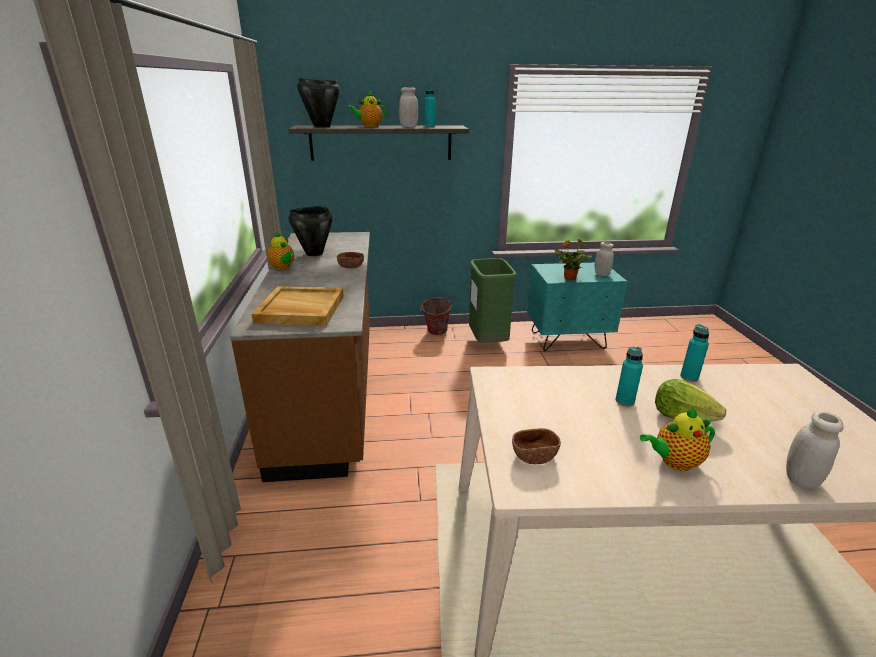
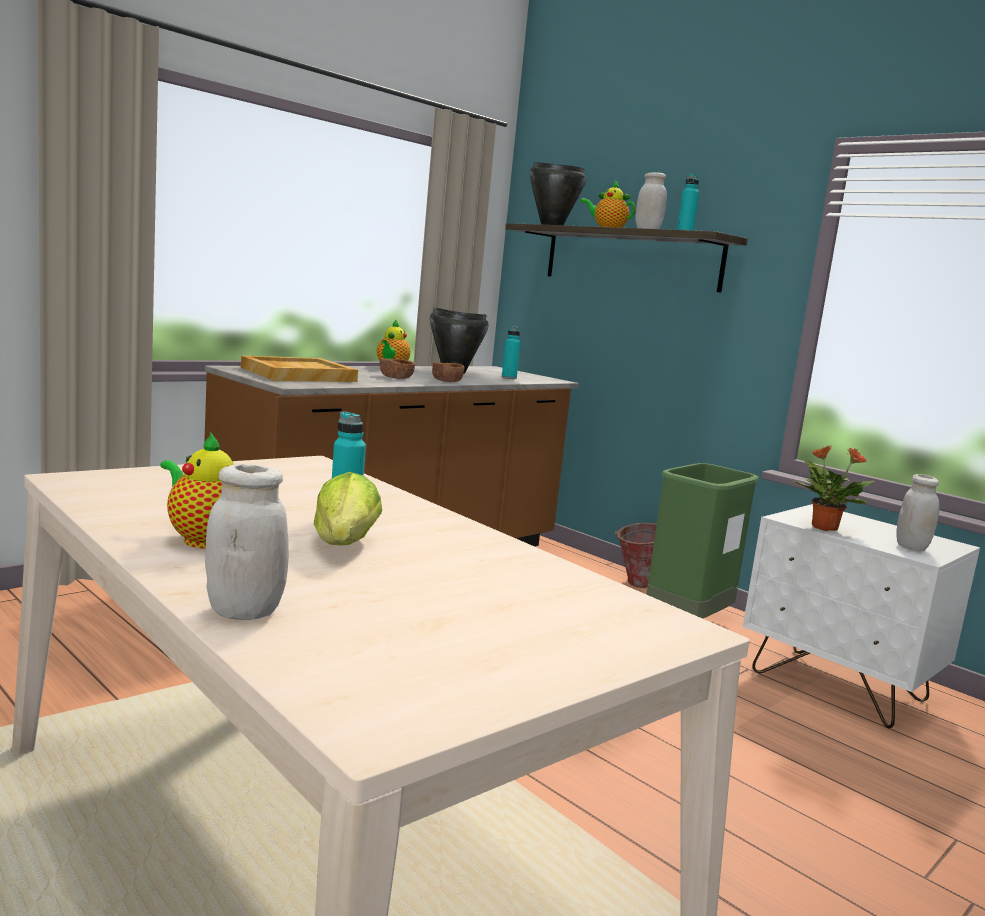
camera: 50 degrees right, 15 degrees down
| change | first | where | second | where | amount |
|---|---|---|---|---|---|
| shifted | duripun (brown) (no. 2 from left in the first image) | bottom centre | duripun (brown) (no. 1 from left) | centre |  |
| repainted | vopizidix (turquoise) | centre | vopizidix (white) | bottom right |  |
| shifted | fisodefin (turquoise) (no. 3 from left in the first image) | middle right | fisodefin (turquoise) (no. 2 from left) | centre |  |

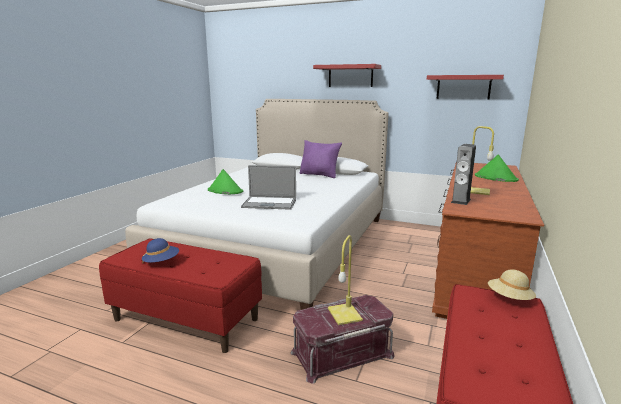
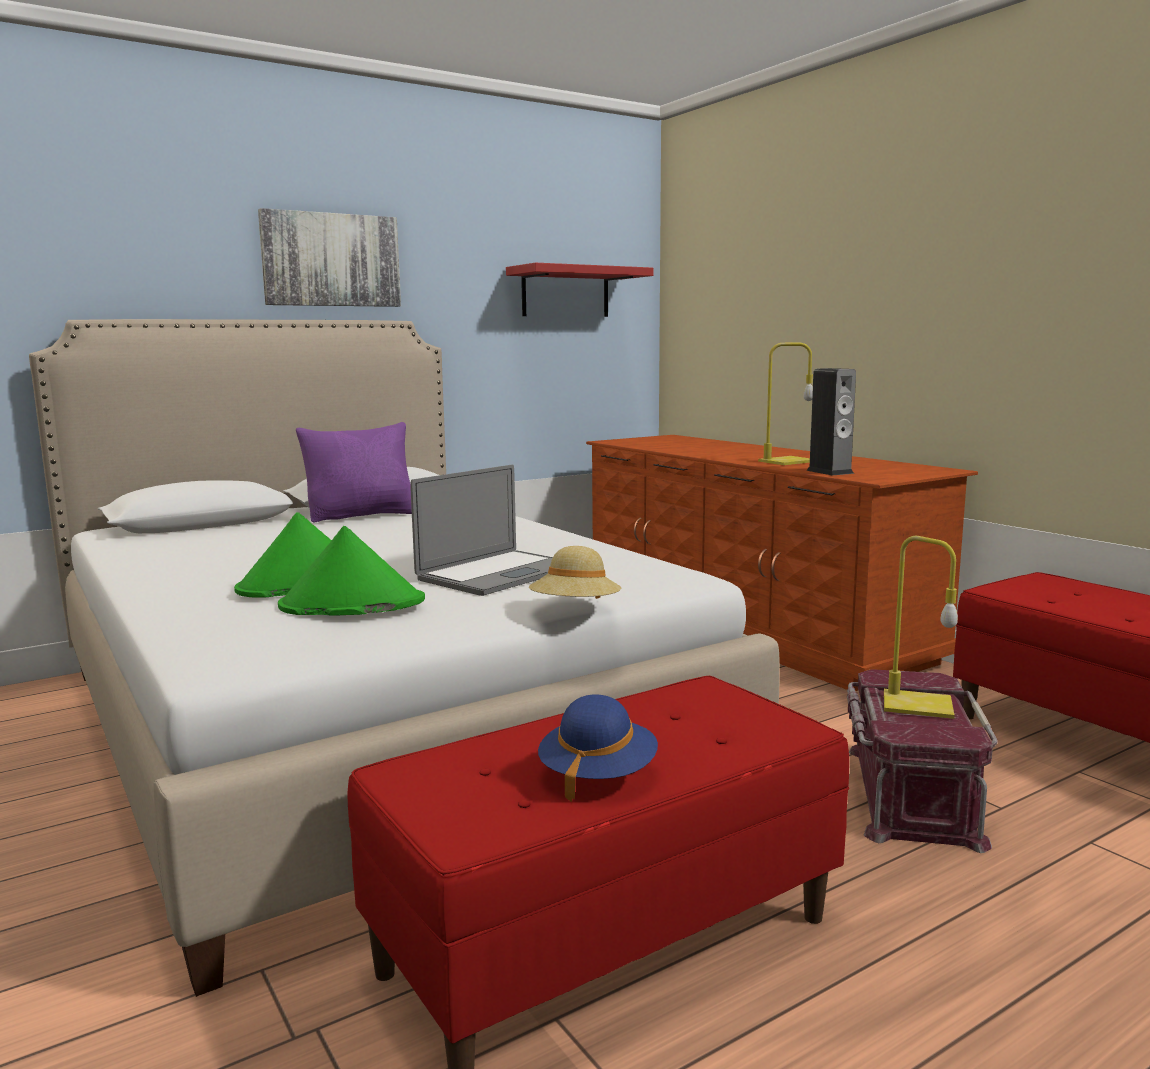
camera: 55 degrees left, 5 degrees down
| change | first | where | second | where | amount |
|---|---|---|---|---|---|
| swapped | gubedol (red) (no. 1 from left) | top centre | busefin | top left |  |
| shifted | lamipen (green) (no. 2 from left) | middle right |  | middle left |  |
| shifted | lamipen (beige) | bottom right |  | centre |  |

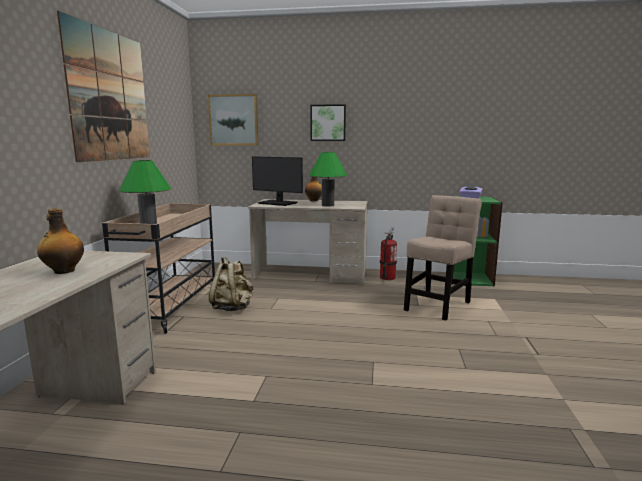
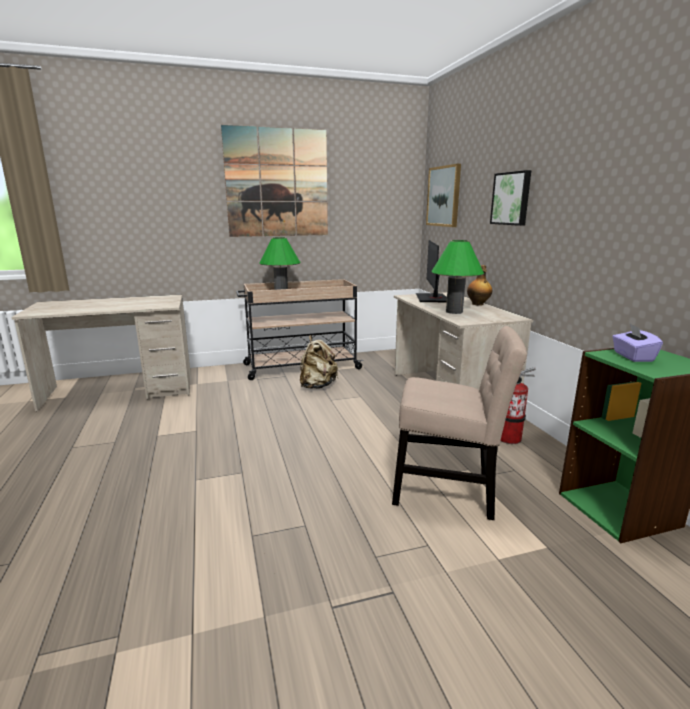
camera: 65 degrees right, 5 degrees up
| change | first | where | second | where | amount |
|---|---|---|---|---|---|
| gone | fisodefin (no. 1 from left) | middle left |  |  |  |

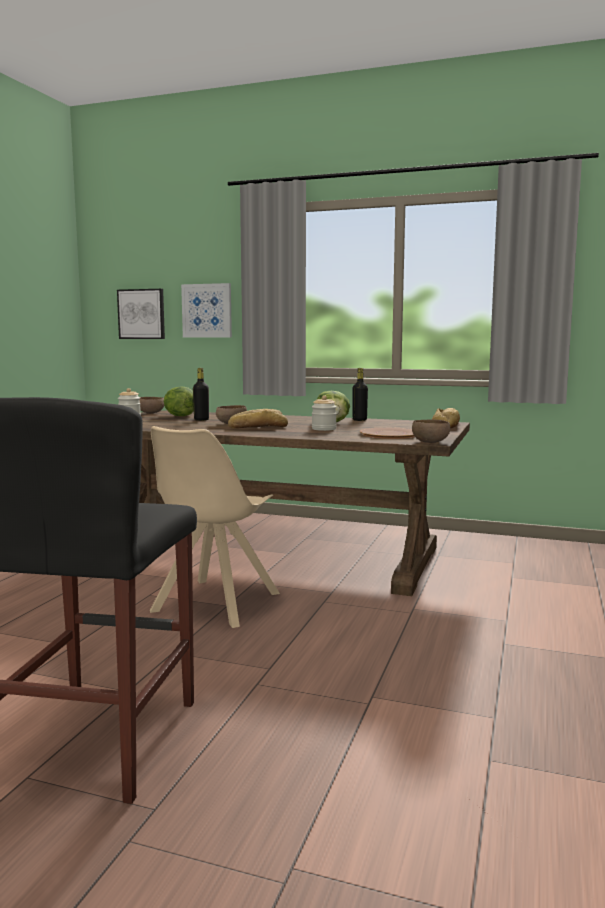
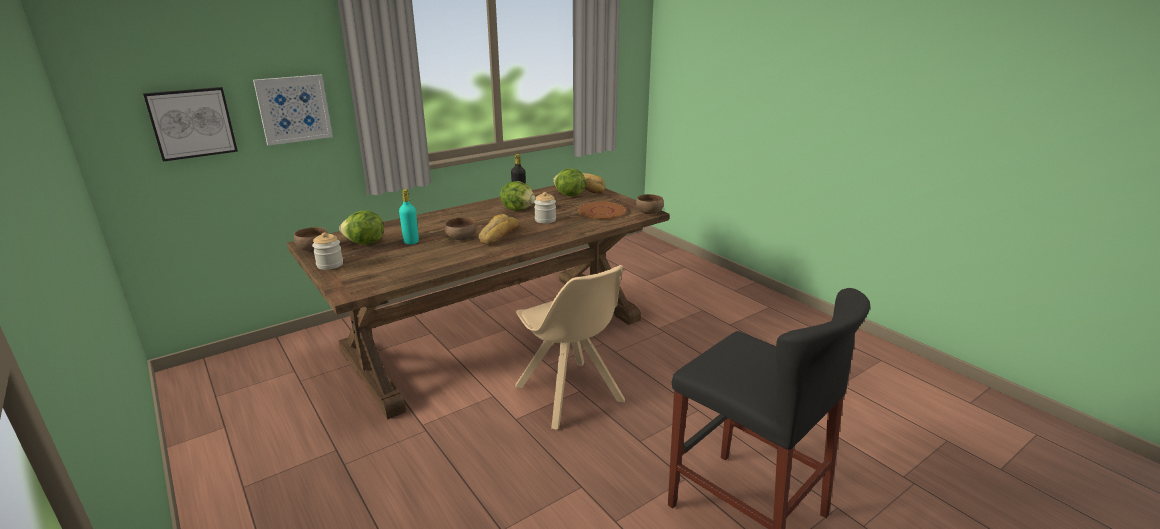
camera: 55 degrees left, 15 degrees up
| change | first | where | second | where | amount |
|---|---|---|---|---|---|
| repainted | fisodefin (black) (no. 1 from left) | middle left | fisodefin (turquoise) | centre |  |
| new |  |  | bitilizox (no. 3 from left) | centre |  |

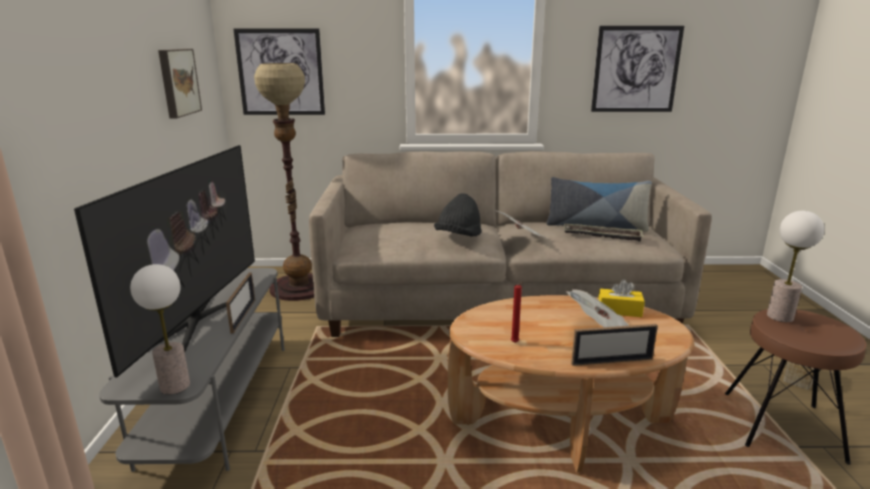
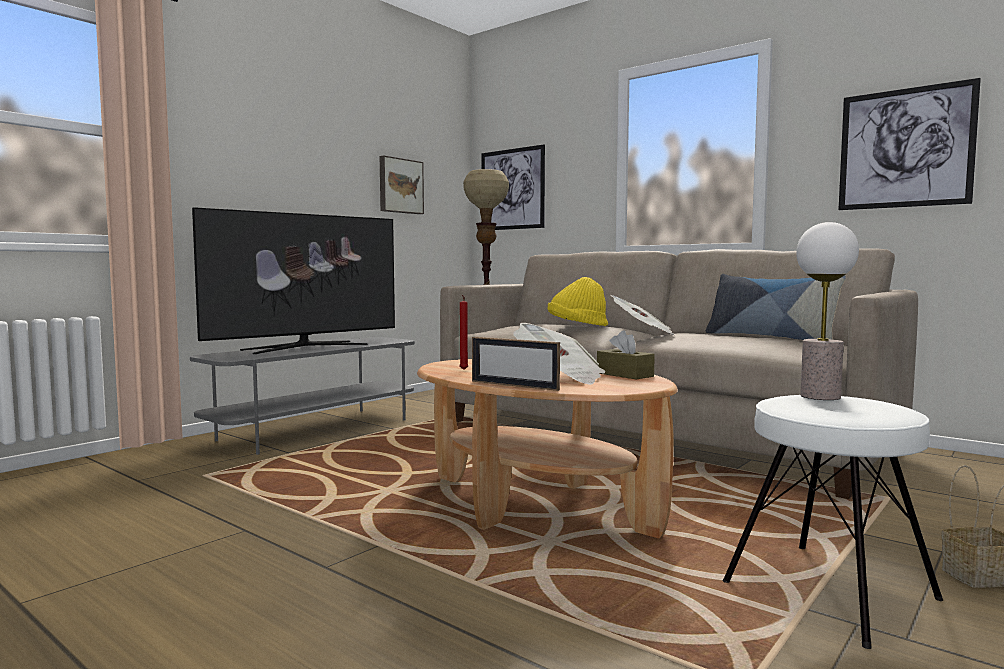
camera: 40 degrees right, 15 degrees down
| change | first | where | second | where | amount |
|---|---|---|---|---|---|
| gone | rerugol (no. 1 from left) | bottom left |  |  |  |
| gone | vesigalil (no. 1 from left) | middle left |  |  |  |
| repainted | lamipen (black) | centre | lamipen (yellow) | centre |  |
| gone | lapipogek | middle right |  |  |  |
| repainted | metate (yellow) | middle right | metate (brown) | centre |  |
| repainted | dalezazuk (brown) | bottom right | dalezazuk (white) | bottom right |  |

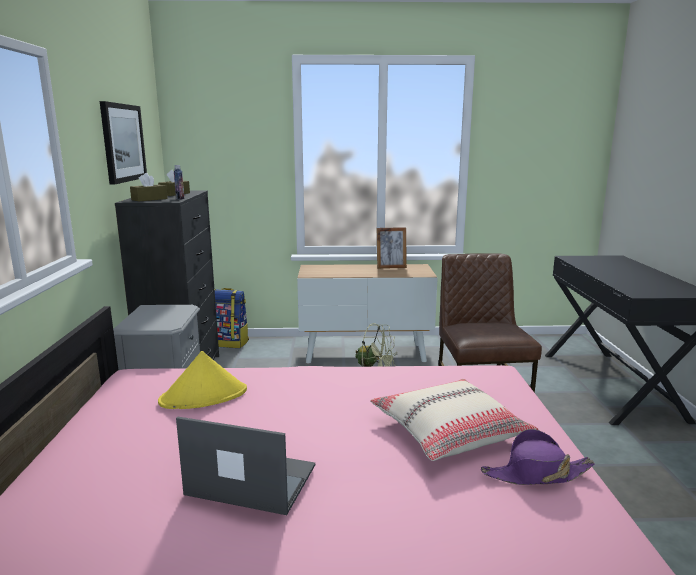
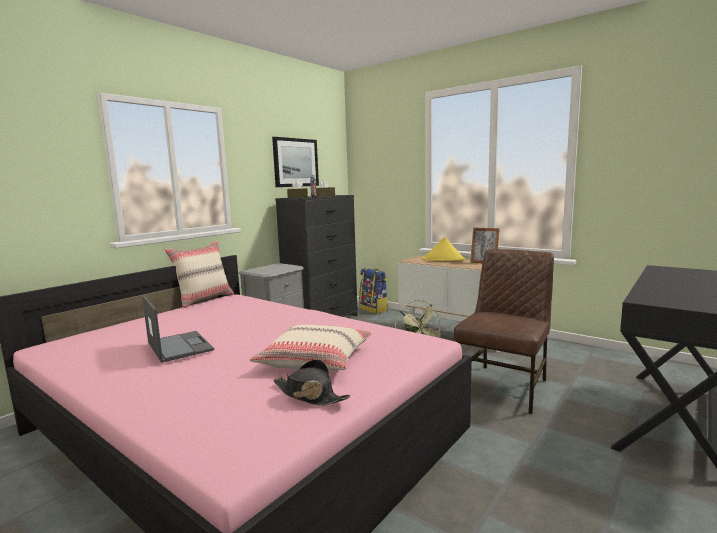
camera: 40 degrees right, 5 degrees down
| change | first | where | second | where | amount |
|---|---|---|---|---|---|
| shifted | lamipen (yellow) | middle left |  | centre |  |
| repainted | lamipen (purple) | bottom right | lamipen (black) | bottom centre |  |
| new |  |  | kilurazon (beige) (no. 1 from left) | middle left |  |

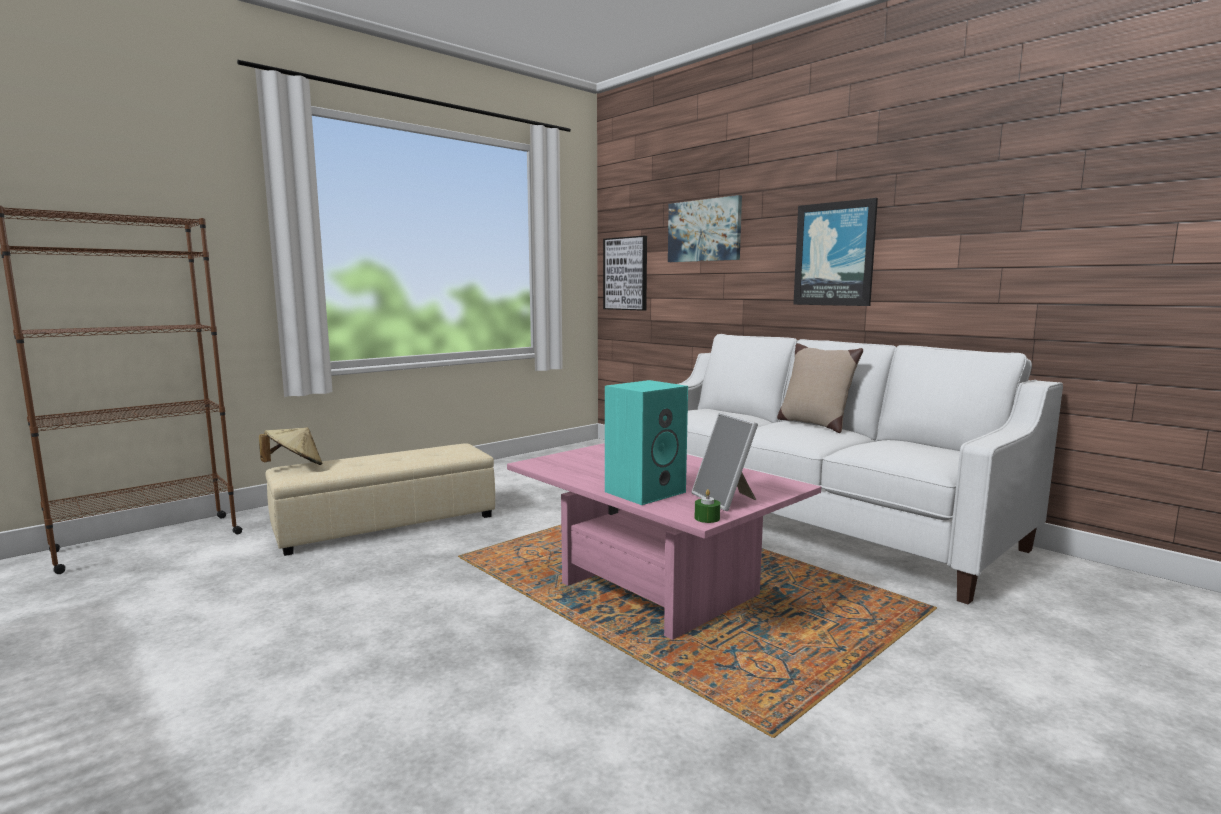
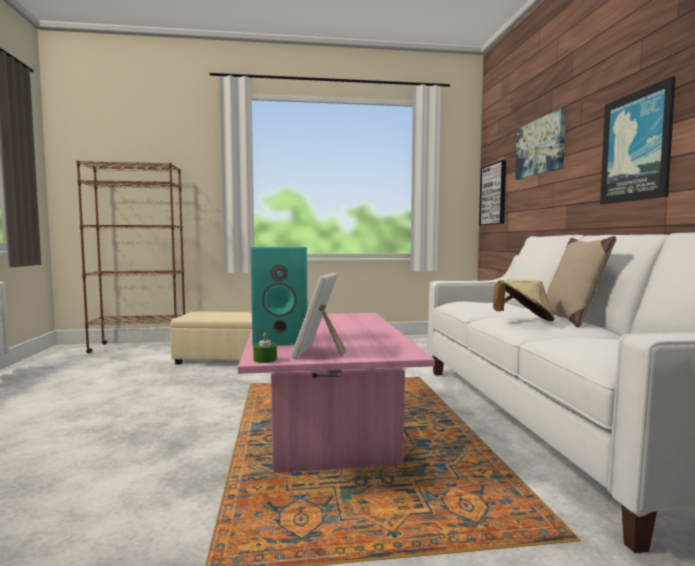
camera: 35 degrees right, 5 degrees down
| change | first | where | second | where | amount |
|---|---|---|---|---|---|
| shifted | lamipen (beige) | middle left |  | middle right |  |

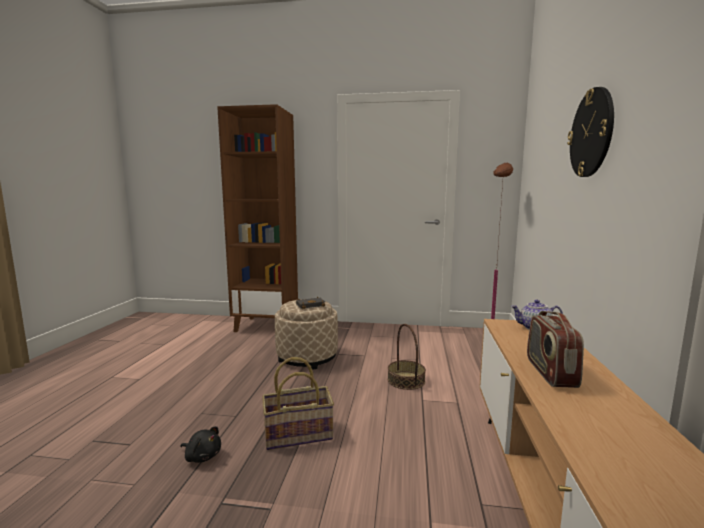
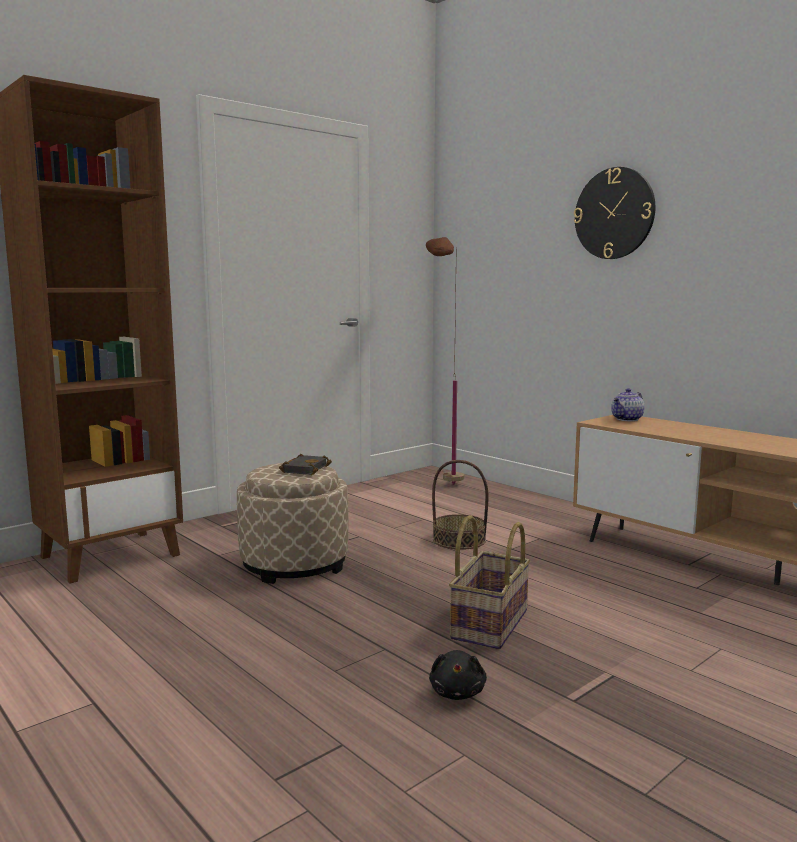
camera: 50 degrees left, 0 degrees up
| change | first | where | second | where | amount |
|---|---|---|---|---|---|
| rotated | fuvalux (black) | bottom left |  | bottom centre | 120 degrees clockwise |
| gone | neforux | middle right |  |  |  |

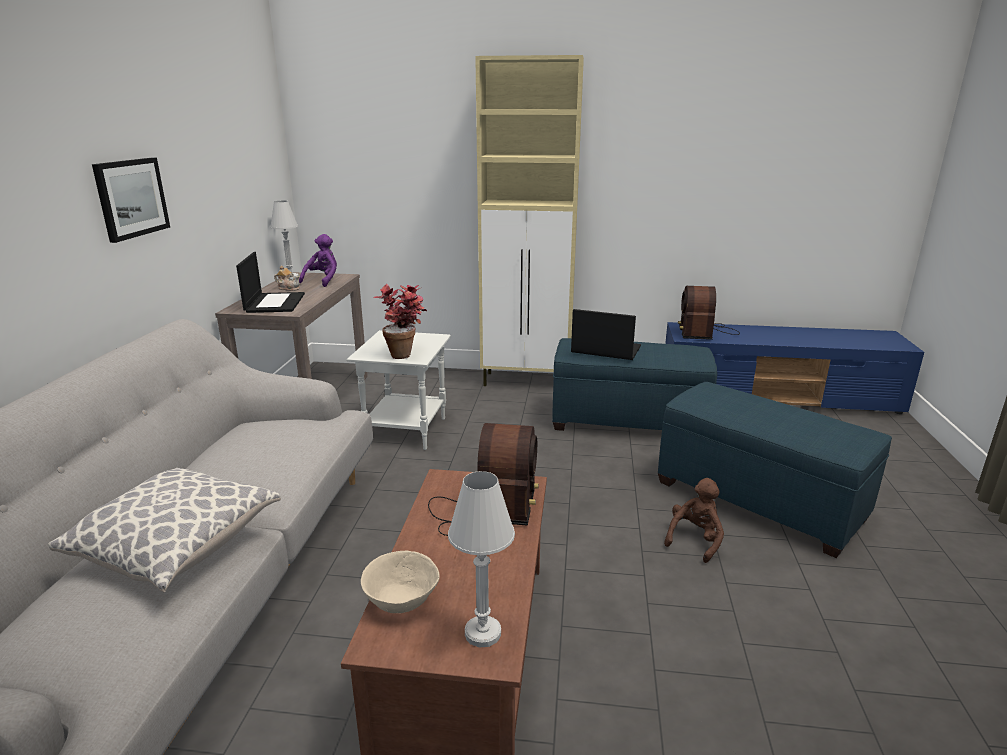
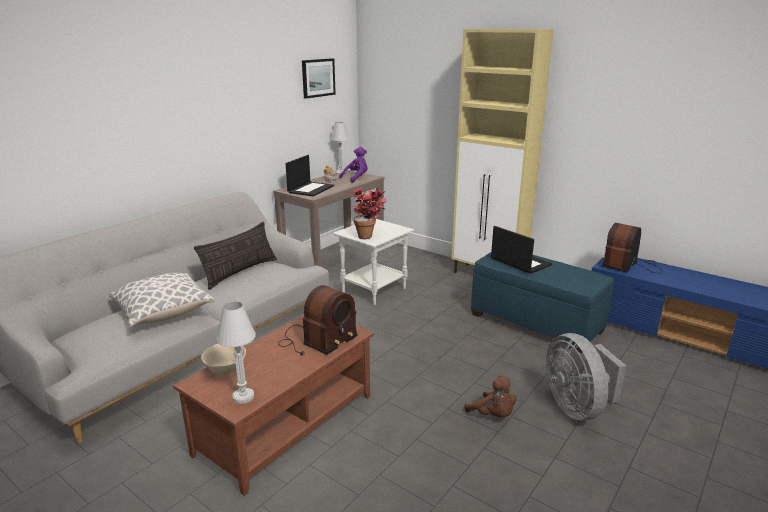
camera: 30 degrees right, 0 degrees up
| change | first | where | second | where | amount |
|---|---|---|---|---|---|
| shifted | busefin | top left |  | top centre |  |
| swapped | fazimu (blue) (no. 2 from left) | middle right | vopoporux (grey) | bottom right |  |
| rotated | fuvalux (brown) | bottom right |  | bottom centre | 75 degrees clockwise |
| new |  |  | kilurazon (no. 2 from left) | middle left |  |

